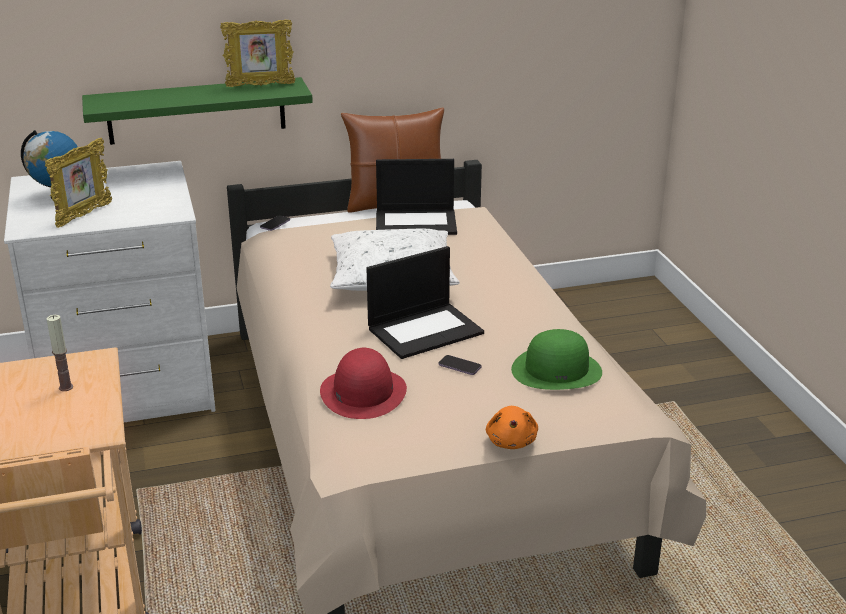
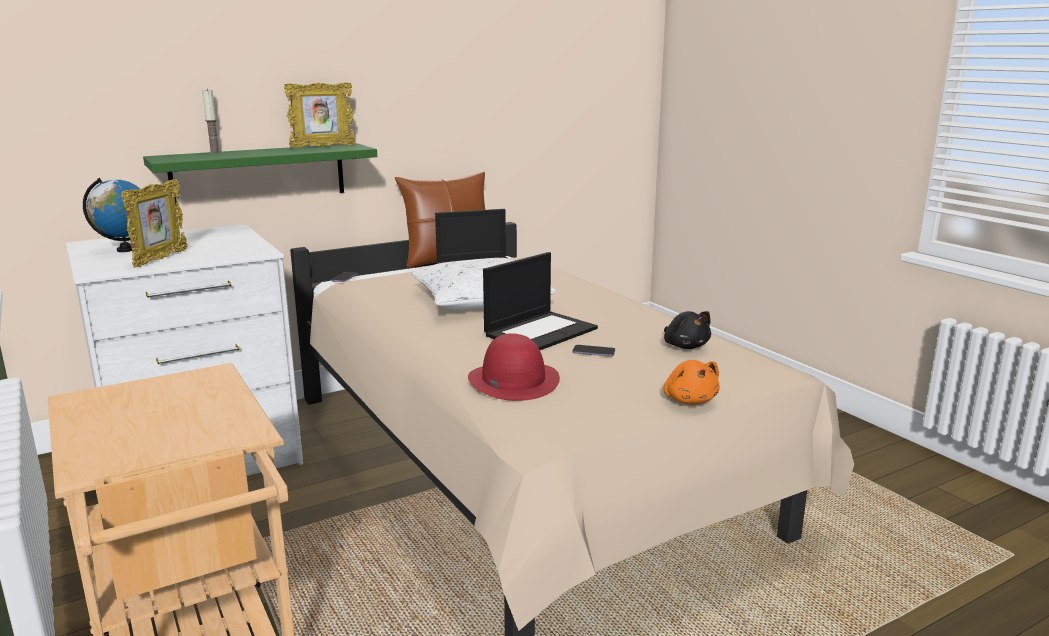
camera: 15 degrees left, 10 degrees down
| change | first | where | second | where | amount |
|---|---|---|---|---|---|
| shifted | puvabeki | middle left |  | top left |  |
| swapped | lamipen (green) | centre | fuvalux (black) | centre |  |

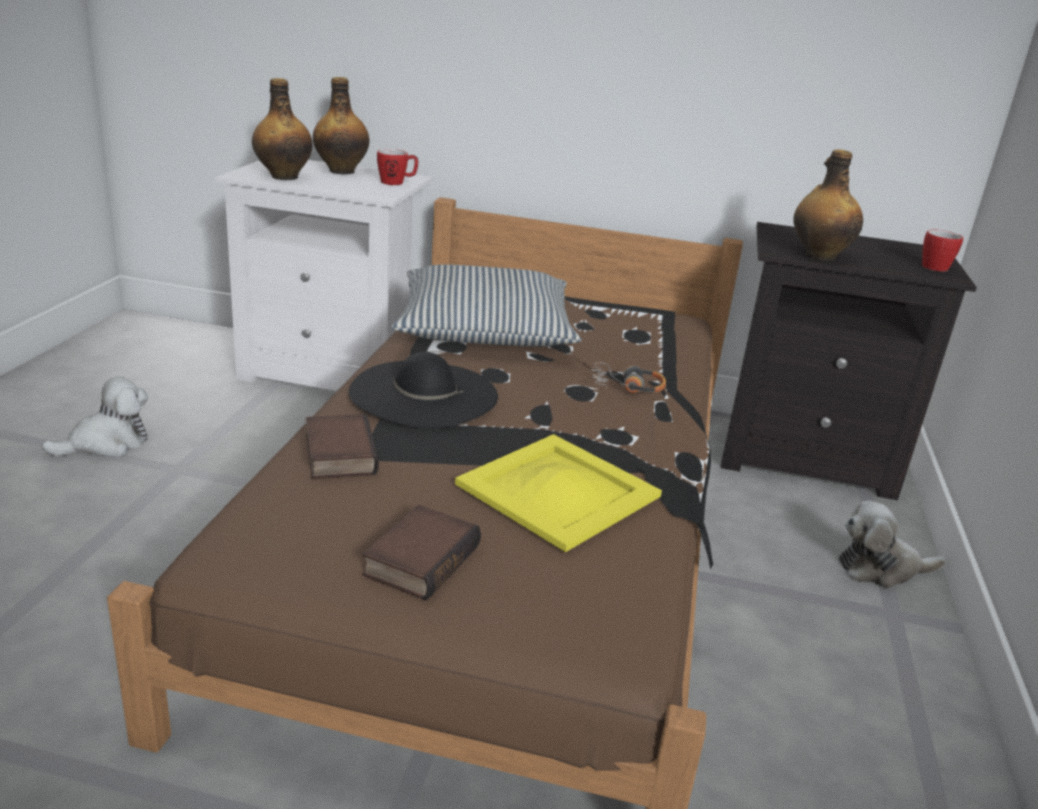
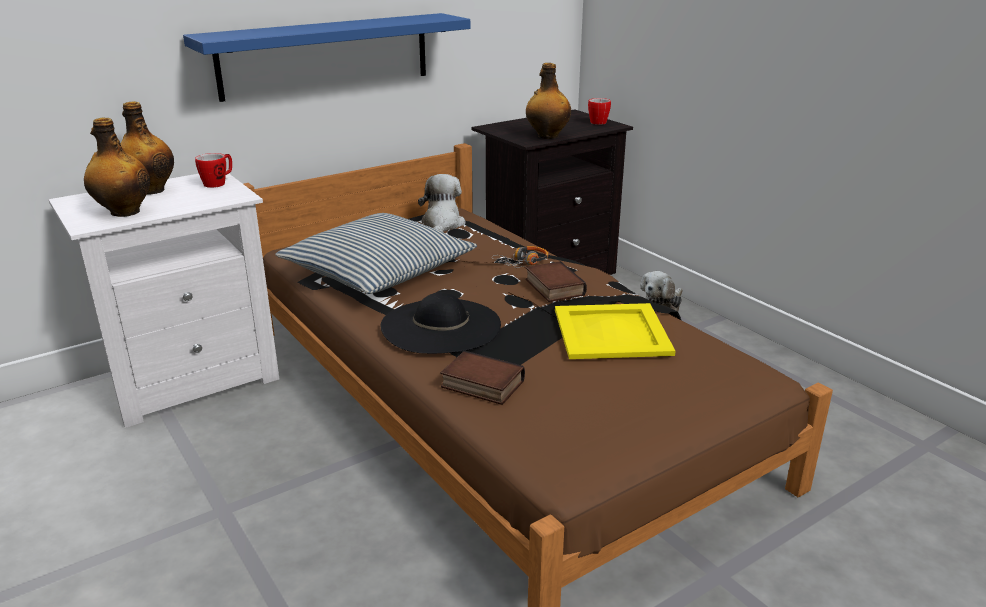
camera: 45 degrees left, 0 degrees up
| change | first | where | second | where | amount |
|---|---|---|---|---|---|
| shifted | fuvalux (no. 1 from left) | middle left |  | centre |  |
| shifted | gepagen (no. 2 from left) | bottom centre |  | centre |  |
| new |  |  | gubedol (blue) | top left |  |

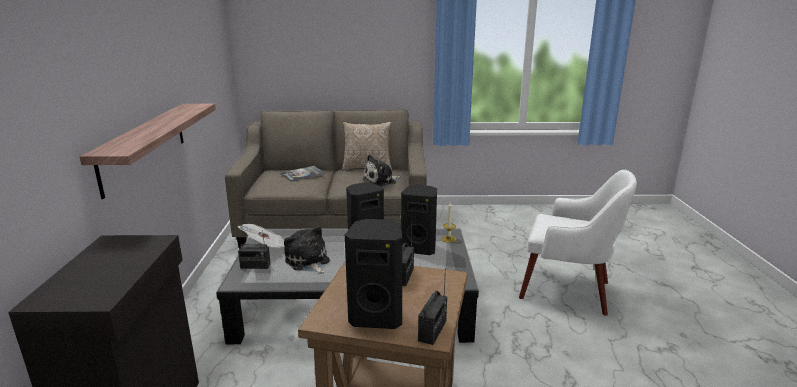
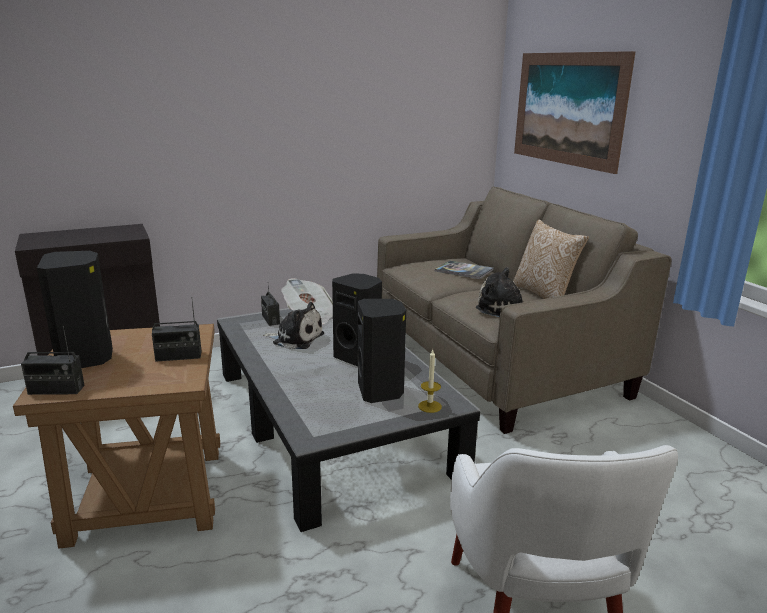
camera: 65 degrees right, 0 degrees up
| change | first | where | second | where | amount |
|---|---|---|---|---|---|
| gone | gubedol | middle left |  |  |  |
| rotated | fuvalux (no. 1 from left) | centre |  | centre | 75 degrees clockwise |
| new |  |  | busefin | top right |  |

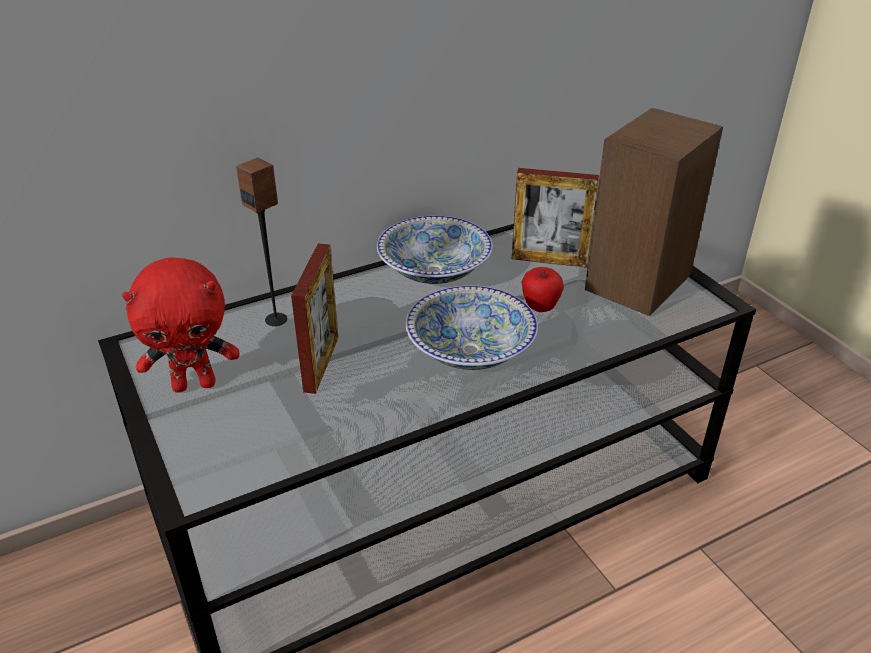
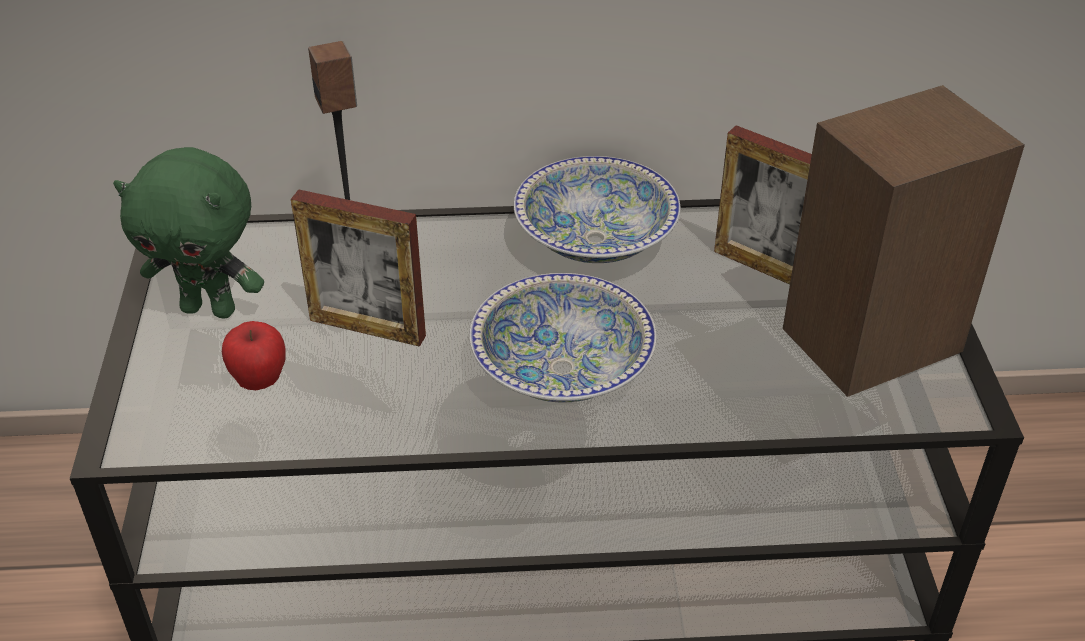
camera: 25 degrees right, 5 degrees up
| change | first | where | second | where | amount |
|---|---|---|---|---|---|
| repainted | fuvalux (red) | middle left | fuvalux (green) | middle left |  |
| rotated | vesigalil (no. 1 from left) | centre |  | middle left | 75 degrees clockwise |
| shifted | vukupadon | centre |  | middle left |  |

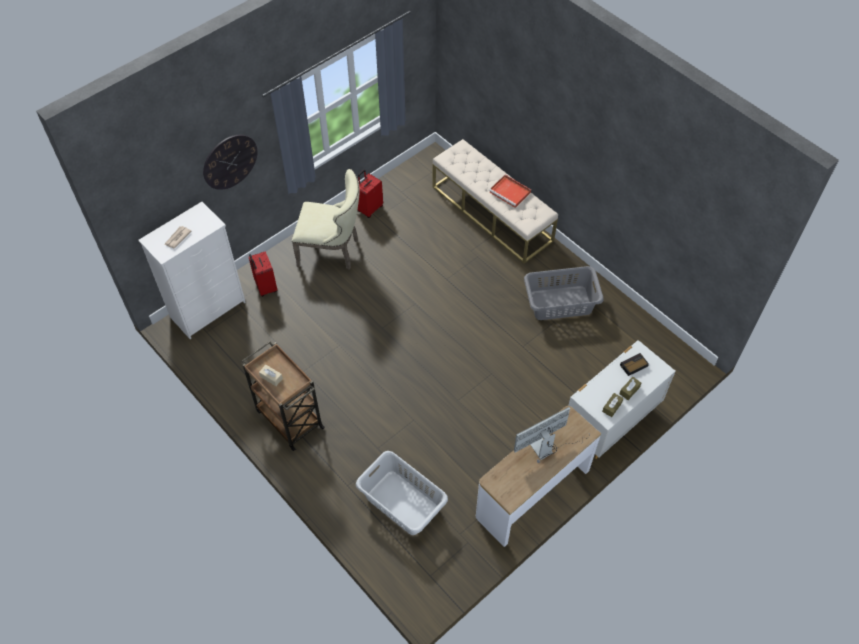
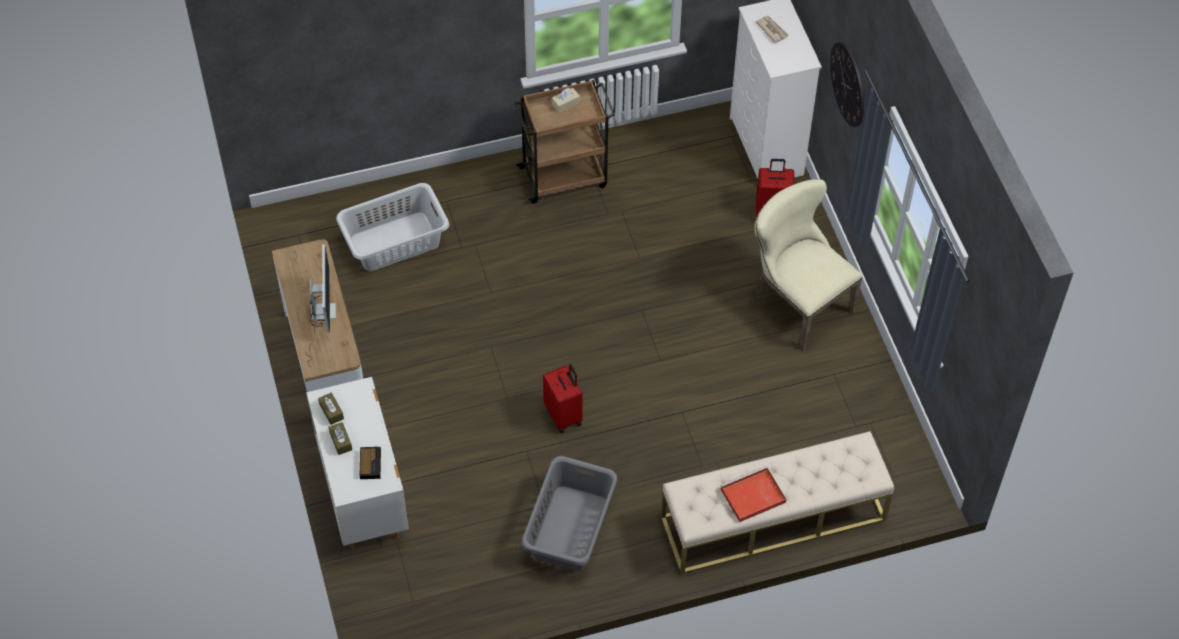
camera: 115 degrees right, 0 degrees up
| change | first | where | second | where | amount |
|---|---|---|---|---|---|
| rotated | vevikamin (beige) | centre |  | middle right | 105 degrees clockwise |
| shifted | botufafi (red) (no. 2 from left in the first image) | top centre | botufafi (red) (no. 1 from left) | centre |  |

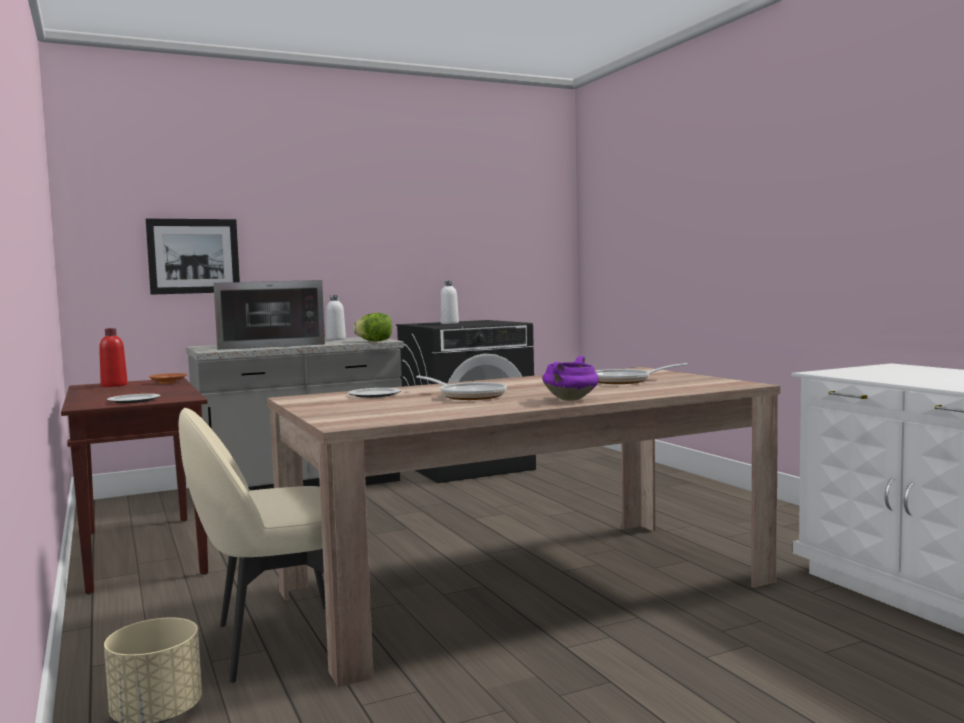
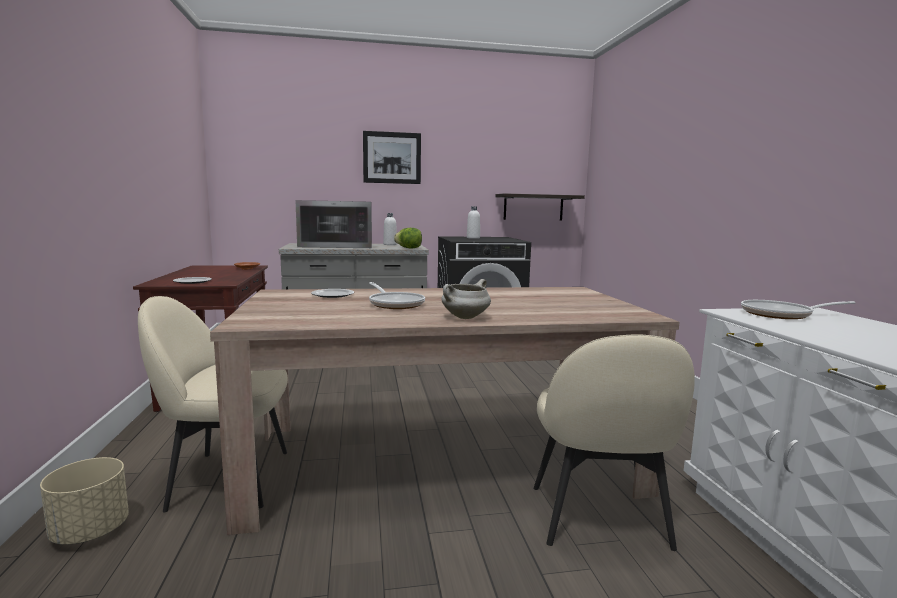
camera: 15 degrees right, 5 degrees up
| change | first | where | second | where | amount |
|---|---|---|---|---|---|
| gone | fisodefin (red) | middle left |  |  |  |
| shifted | busefin | middle left |  | top centre |  |
| repainted | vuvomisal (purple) | centre | vuvomisal (white) | centre |  |
| shifted | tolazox (no. 2 from left) | centre |  | middle right |  |
| new |  |  | gubedol | centre |  |
| new |  |  | vevikamin (beige) (no. 2 from left) | bottom right |  |

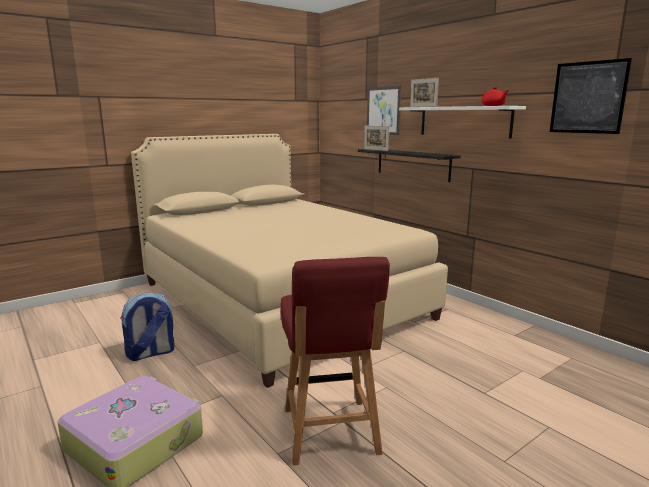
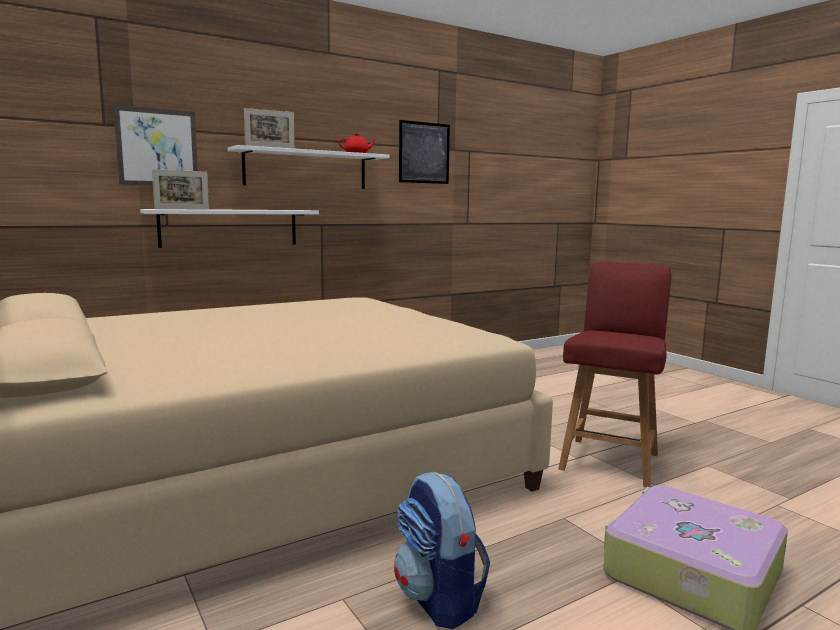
camera: 85 degrees left, 5 degrees down
| change | first | where | second | where | amount |
|---|---|---|---|---|---|
| rotated | vevikamin (red) | bottom centre |  | middle right | 60 degrees counterclockwise |
| repainted | gubedol (black) | centre | gubedol (white) (no. 1 from left) | middle left |  |

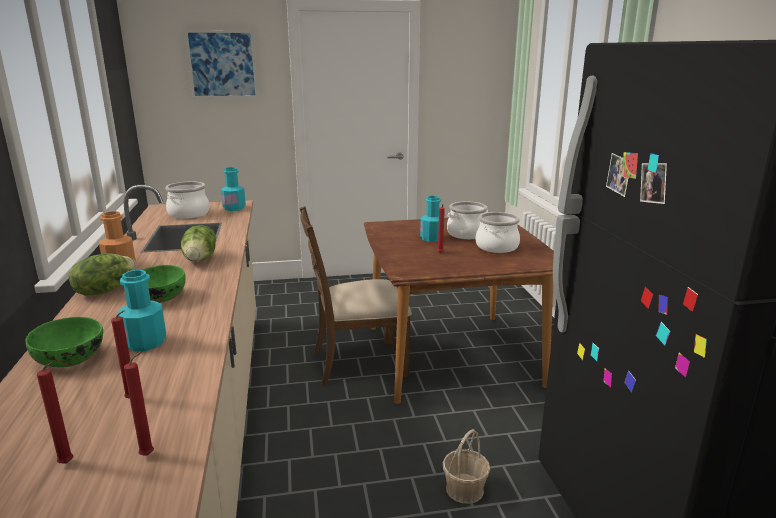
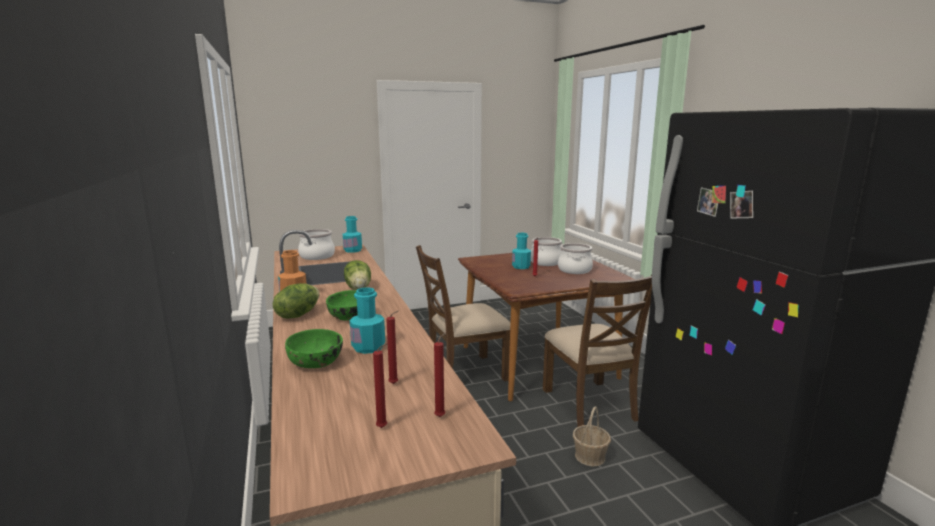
camera: 10 degrees left, 5 degrees down
| change | first | where | second | where | amount |
|---|---|---|---|---|---|
| gone | busefin | top left |  |  |  |
| new |  |  | vevikamin (brown) (no. 2 from left) | centre |  |

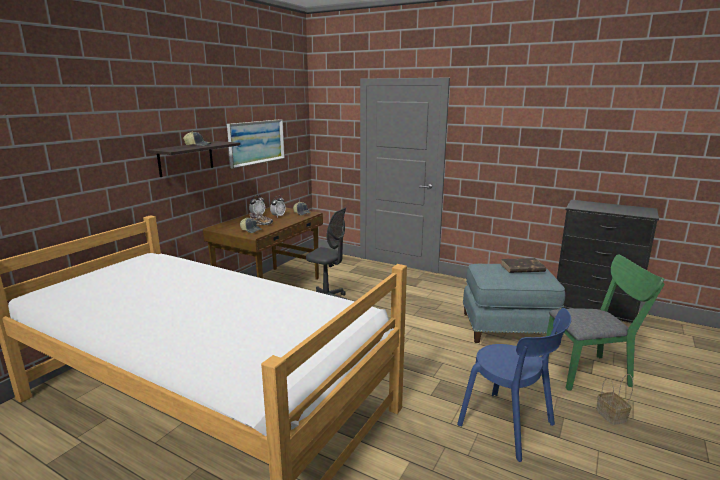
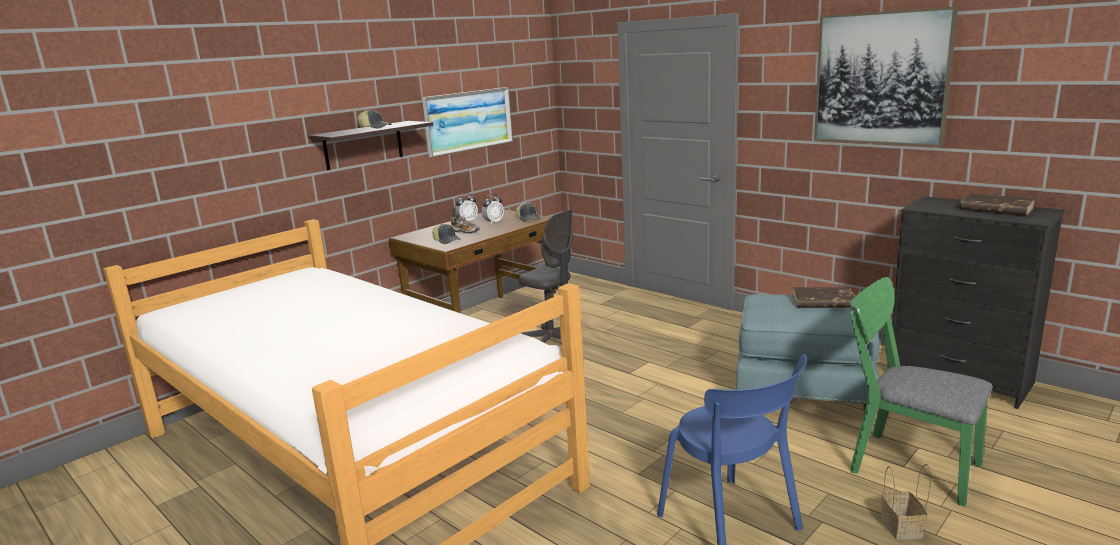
camera: 15 degrees right, 0 degrees up
| change | first | where | second | where | amount |
|---|---|---|---|---|---|
| rotated | vevikamin (green) | bottom right |  | bottom right | 150 degrees counterclockwise |
| new |  |  | busefin (no. 2 from left) | top right |  |
| new |  |  | gepagen (brown) (no. 2 from left) | middle right |  |

